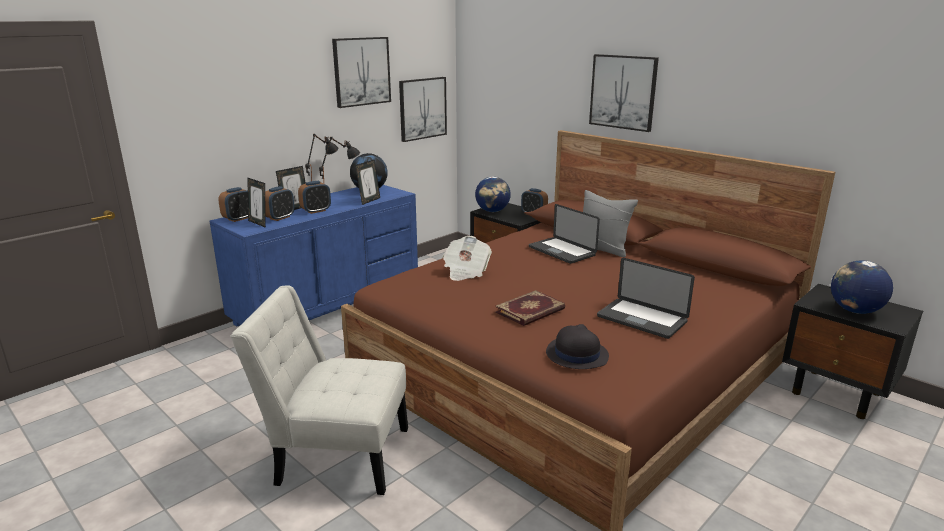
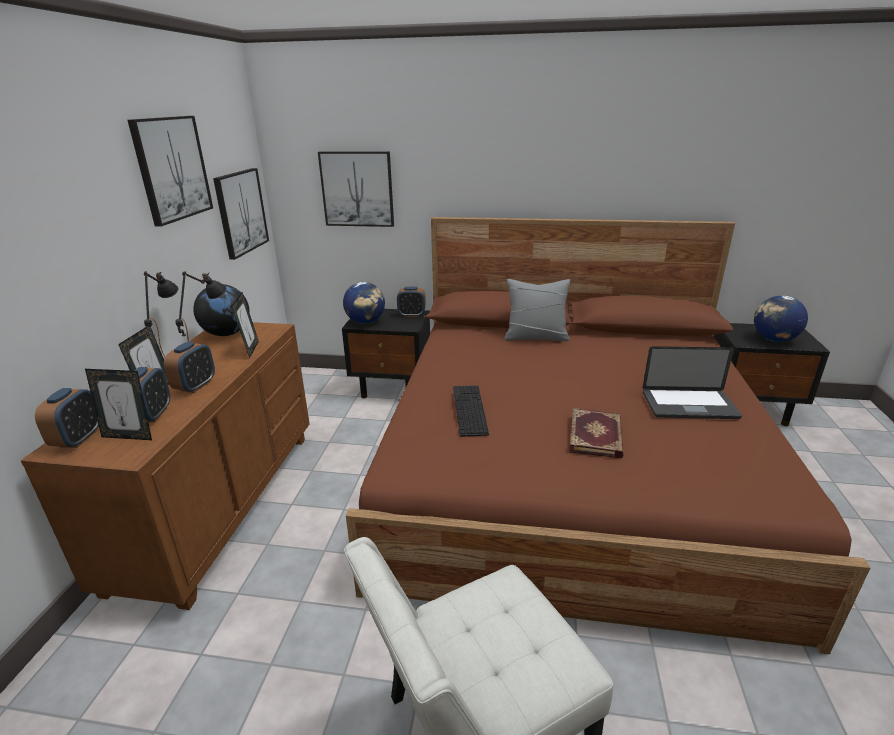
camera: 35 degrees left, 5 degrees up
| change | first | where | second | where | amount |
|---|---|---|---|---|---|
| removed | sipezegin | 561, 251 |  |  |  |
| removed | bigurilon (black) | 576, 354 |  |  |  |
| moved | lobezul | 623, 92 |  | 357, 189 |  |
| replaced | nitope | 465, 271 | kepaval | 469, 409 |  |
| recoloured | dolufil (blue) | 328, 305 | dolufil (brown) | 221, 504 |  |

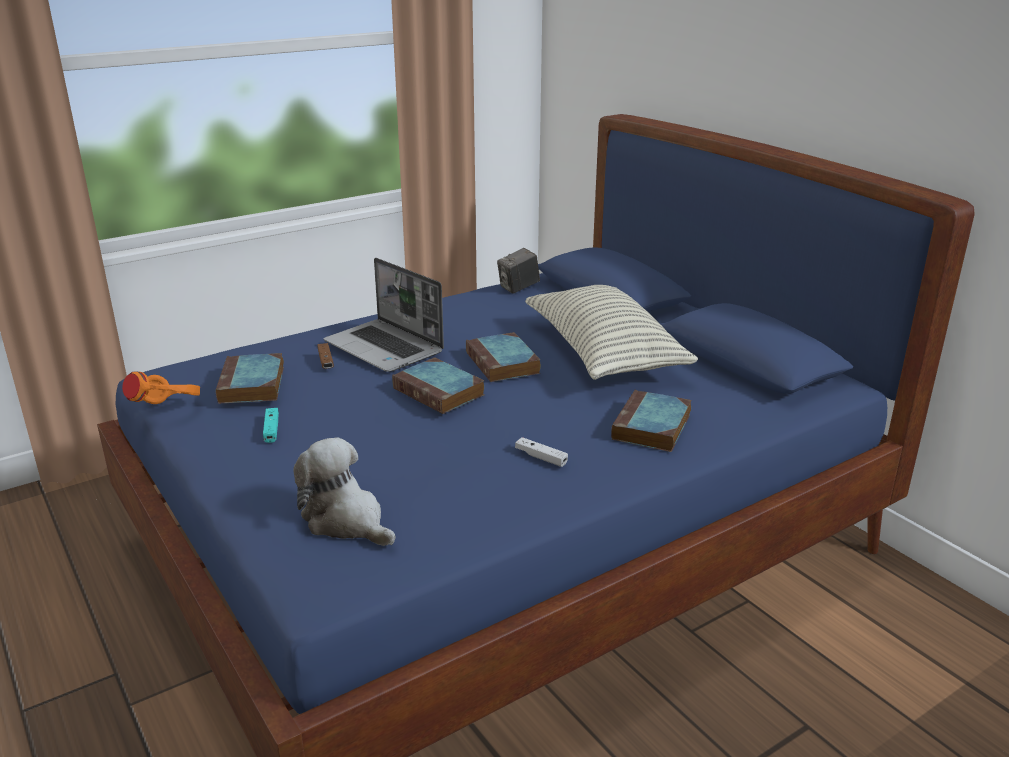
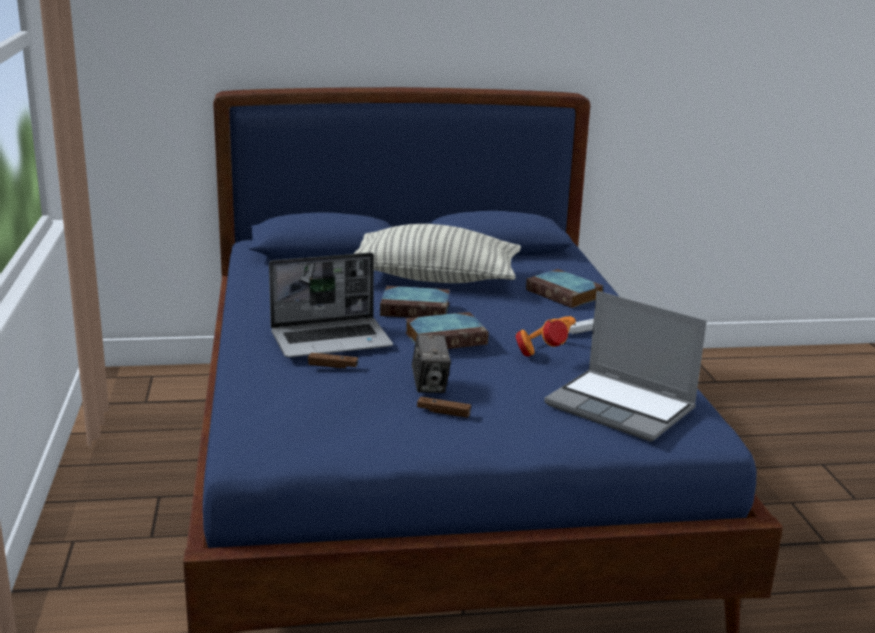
camera: 65 degrees left, 5 degrees down
| change | first | where | second | where | amount |
|---|---|---|---|---|---|
| removed | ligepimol | 252, 385 |  |  |  |
| moved | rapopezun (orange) | 168, 410 |  | 546, 352 |  |
| moved | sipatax | 518, 288 |  | 430, 385 |  |
| replaced | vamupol | 346, 521 | sipezegin | 622, 407 |  |
| recoloured | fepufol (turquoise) | 271, 430 | fepufol (brown) | 443, 412 |  |

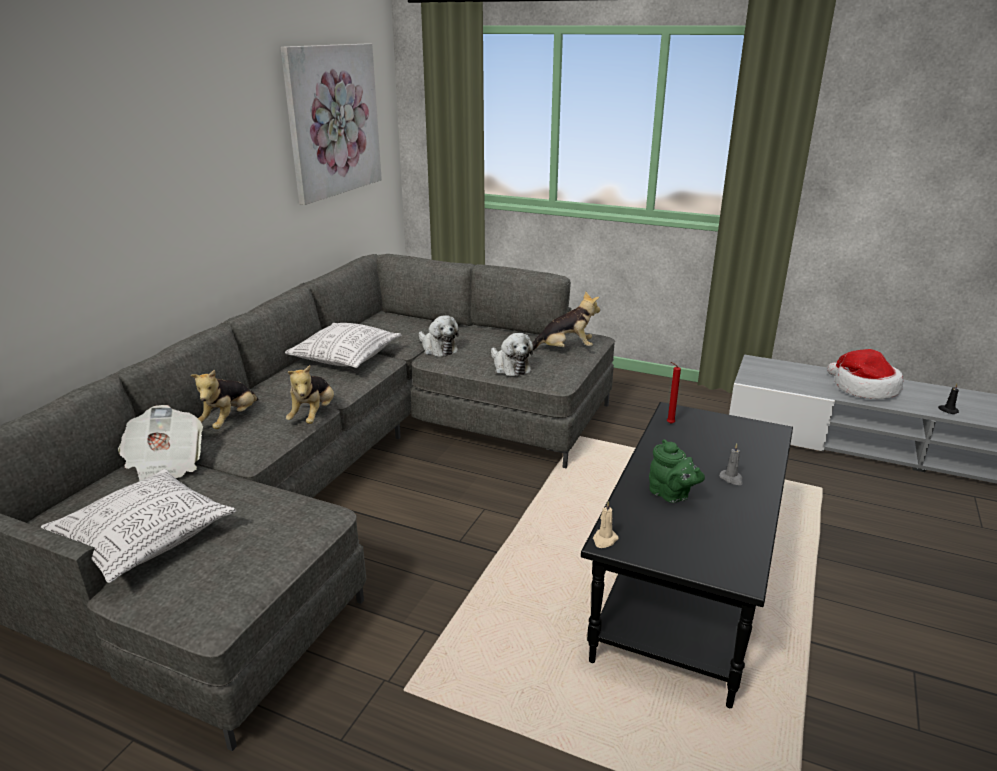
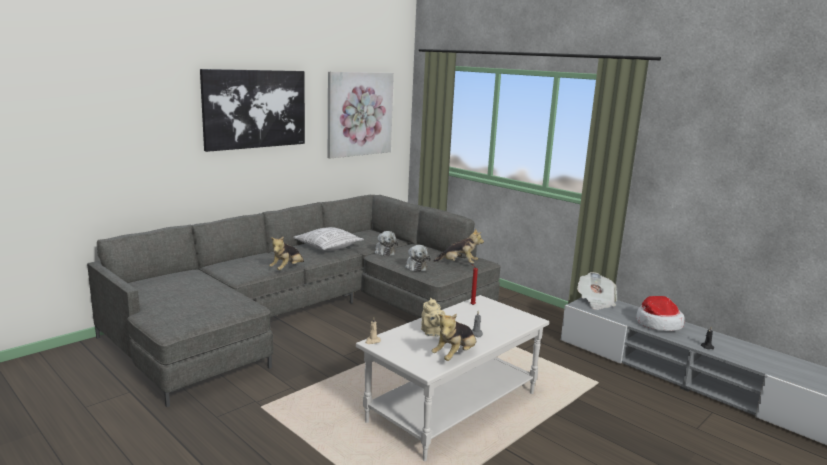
camera: 20 degrees right, 10 degrees down
| change | first | where | second | where | amount |
|---|---|---|---|---|---|
| removed | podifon | 145, 538 |  |  |  |
| added |  |  | lobezul | 255, 109 |  |
| moved | nitope | 165, 465 |  | 595, 301 |  |
| moved | vamupol | 230, 421 |  | 455, 356 |  |
| recoloured | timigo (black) | 684, 588 | timigo (white) | 452, 406 |  |
| recoloured | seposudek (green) | 671, 495 | seposudek (beige) | 431, 333 |  |

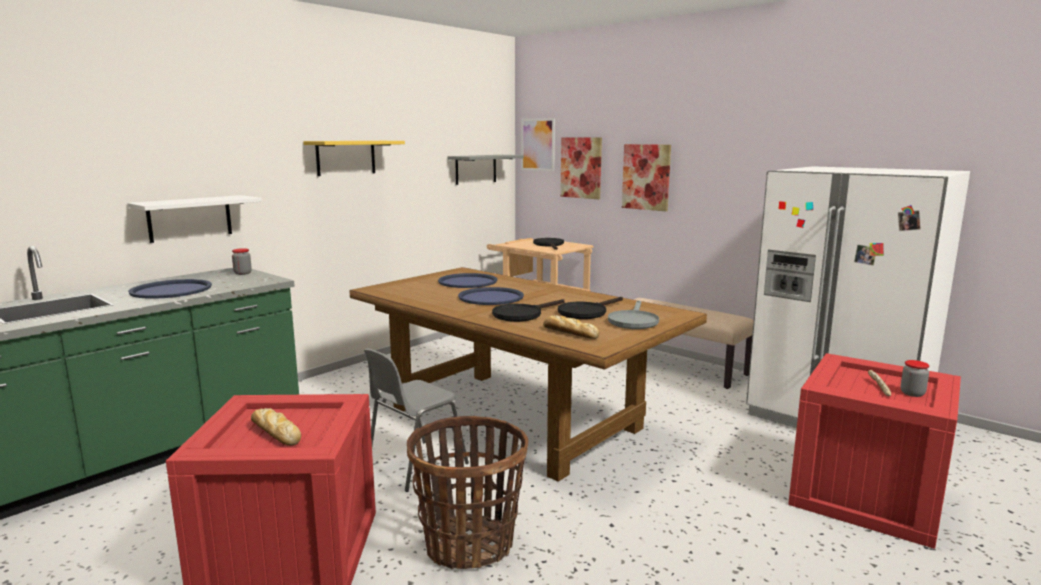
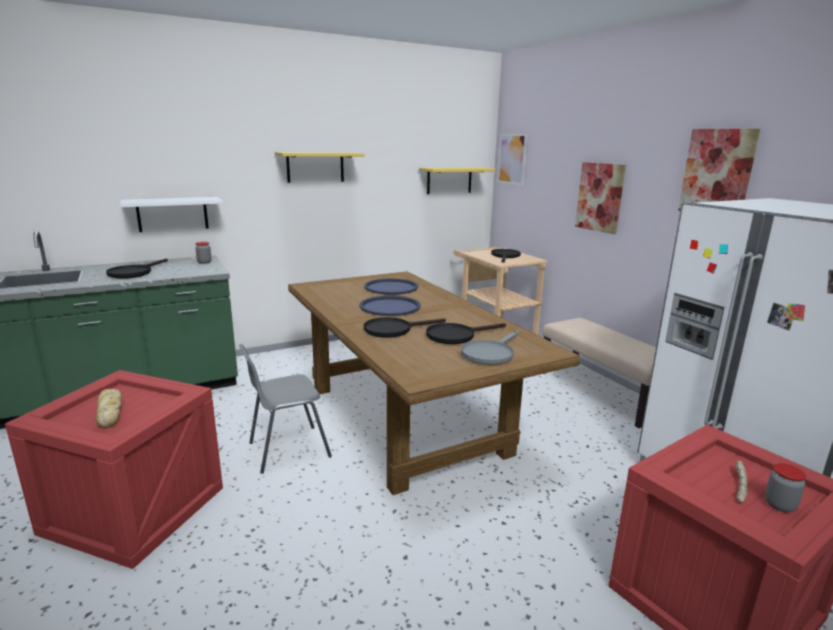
camera: 20 degrees right, 5 degrees up
| change | first | where | second | where | amount |
|---|---|---|---|---|---|
| removed | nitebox | 469, 544 |  |  |  |
| removed | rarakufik | 569, 332 |  |  |  |
| moved | lobezul | 581, 167 |  | 717, 172 |  |
| replaced | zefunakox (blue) | 171, 290 | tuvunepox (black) | 134, 273 |  |
| recoloured | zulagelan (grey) | 476, 169 | zulagelan (yellow) | 449, 180 |  |

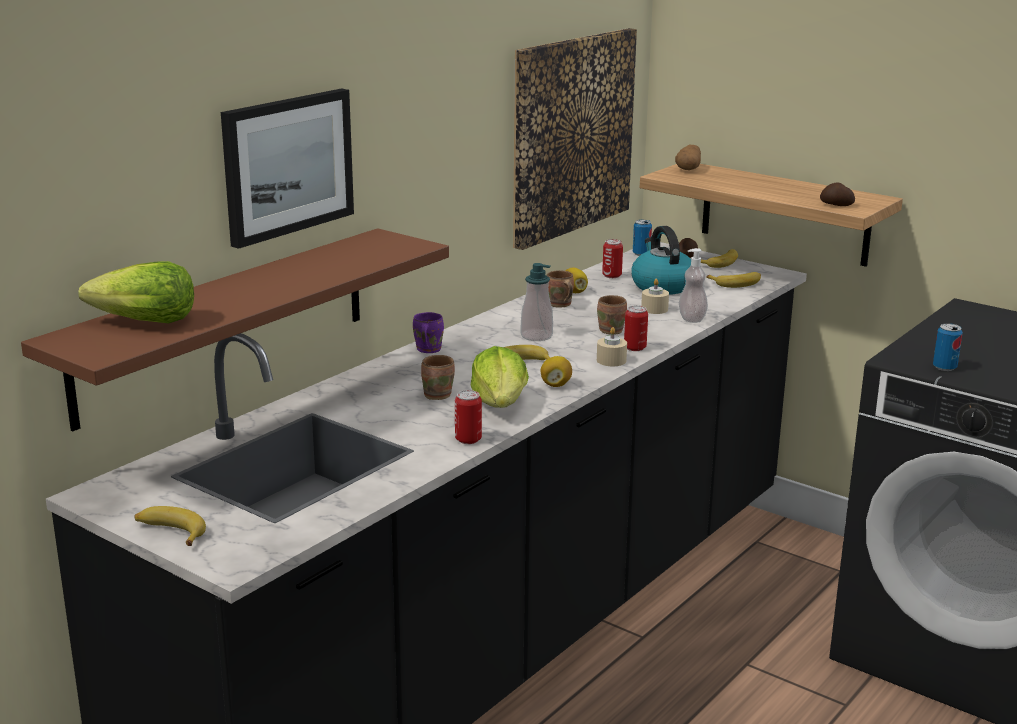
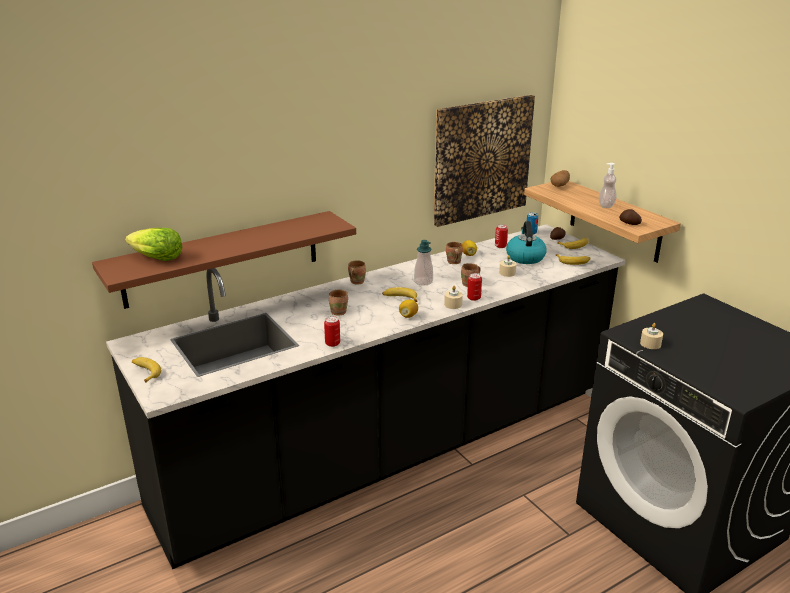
camera: 20 degrees right, 5 degrees up
| change | first | where | second | where | amount |
|---|---|---|---|---|---|
| removed | lobezul | 287, 165 |  |  |  |
| removed | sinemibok | 500, 404 |  |  |  |
| moved | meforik | 692, 319 |  | 606, 205 |  |
| replaced | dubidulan | 944, 367 | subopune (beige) | 650, 344 |  |
| recoloured | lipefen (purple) | 426, 350 | lipefen (brown) | 356, 282 |  |

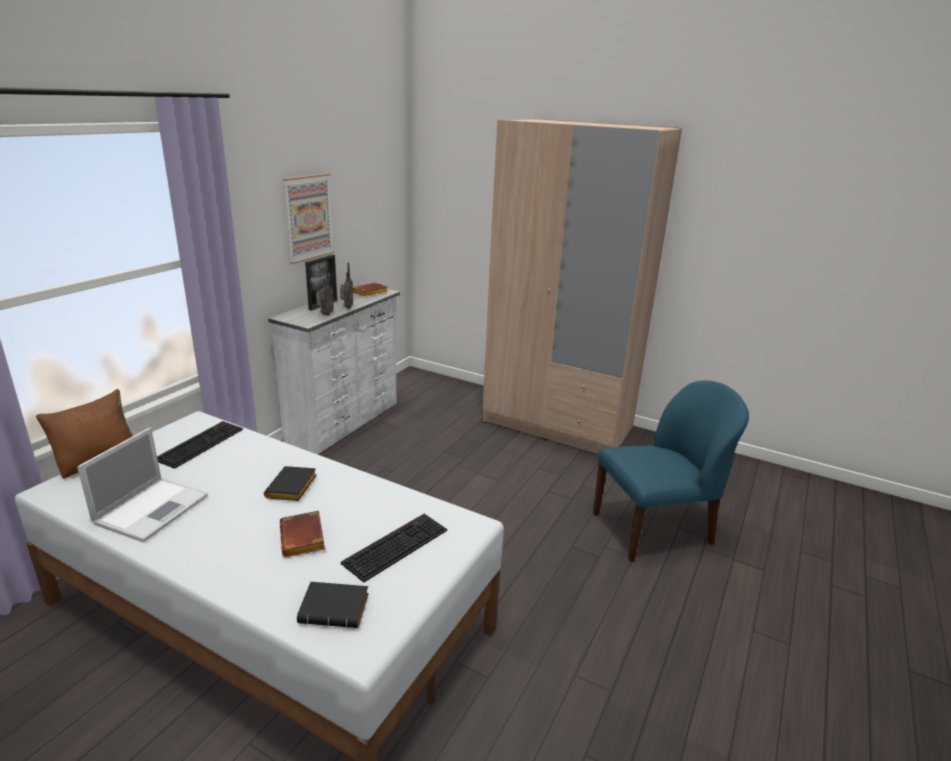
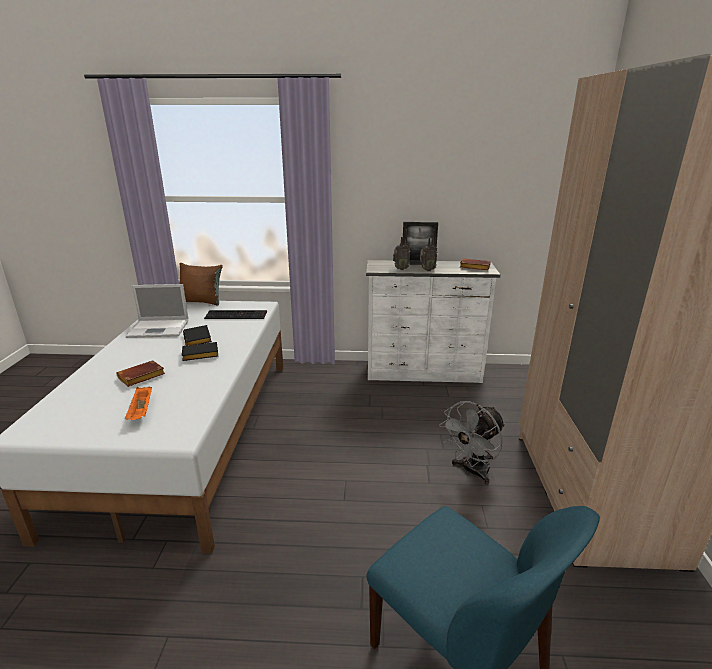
camera: 65 degrees right, 0 degrees up
| change | first | where | second | where | amount |
|---|---|---|---|---|---|
| removed | lobezul | 308, 217 |  |  |  |
| added |  |  | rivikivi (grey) | 471, 471 |  |
| moved | ligepimol (black) | 336, 609 |  | 198, 339 |  |
| replaced | kepaval | 396, 545 | zefunakox (orange) | 142, 411 |  |

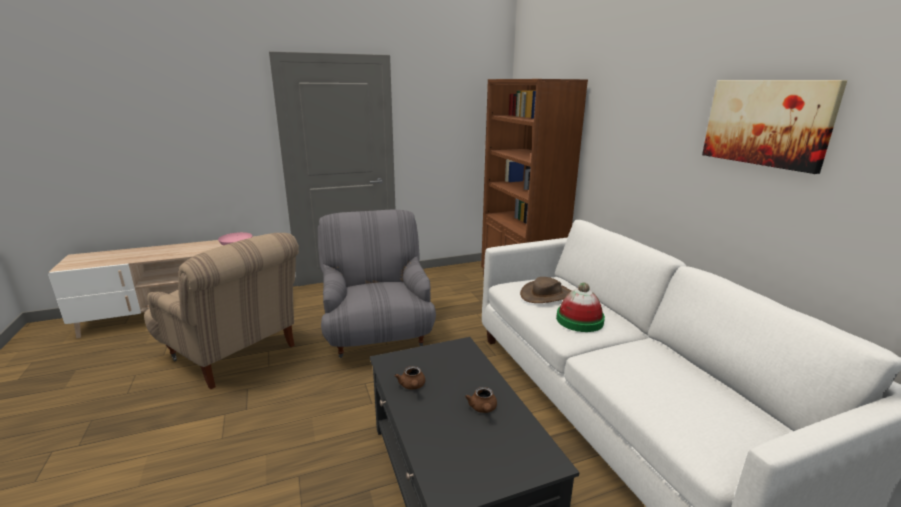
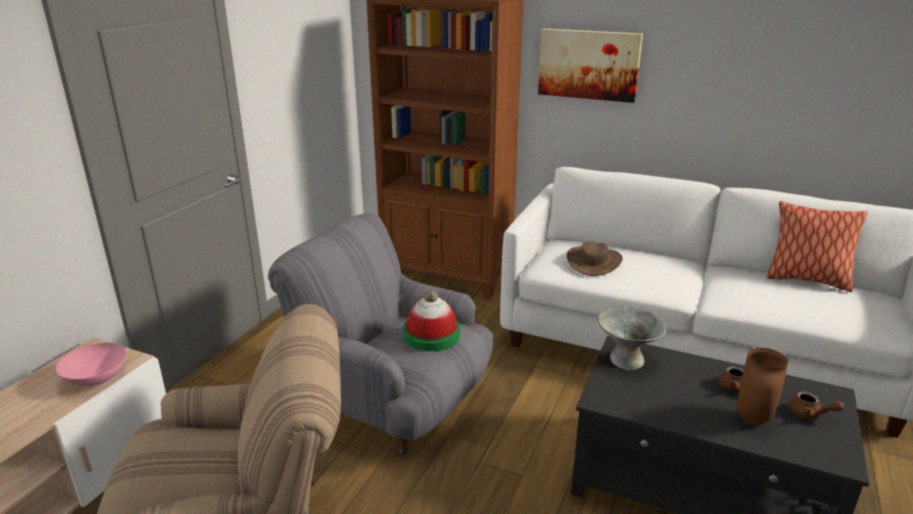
camera: 45 degrees left, 5 degrees up
| change | first | where | second | where | amount |
|---|---|---|---|---|---|
| added |  |  | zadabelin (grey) | 626, 360 |  |
| added |  |  | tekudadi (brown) | 754, 419 |  |
| added |  |  | podifon | 806, 280 |  |
| moved | seposudek (brown) | 412, 386 |  | 809, 414 |  |
| moved | bigurilon | 579, 320 |  | 431, 335 |  |
| moved | lobezul | 766, 123 |  | 588, 64 |  |

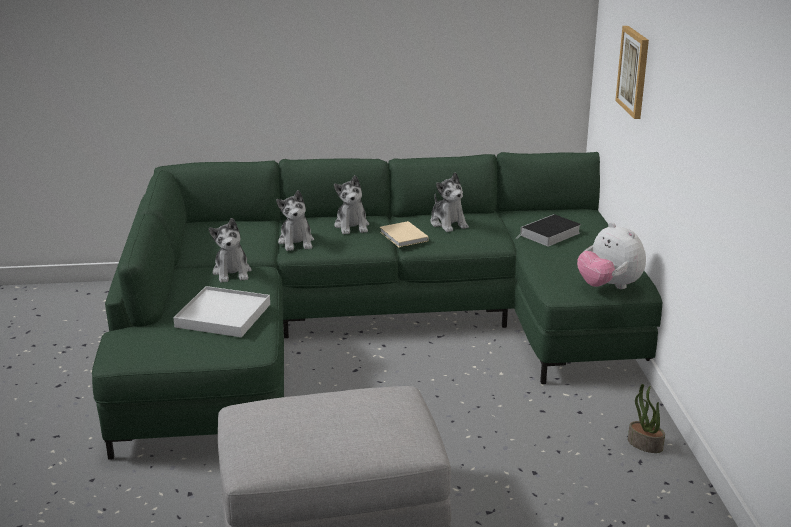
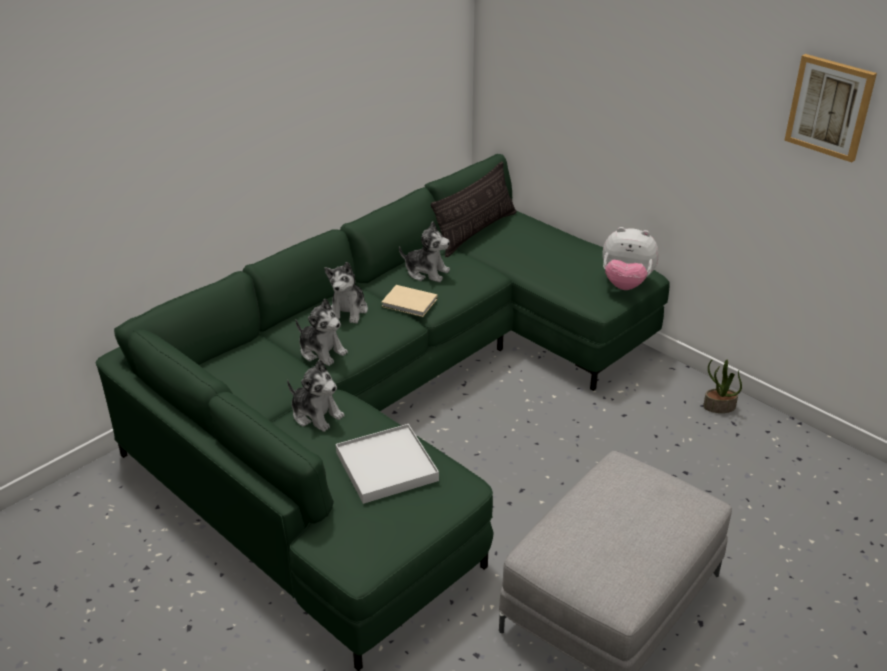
camera: 40 degrees left, 10 degrees up
| change | first | where | second | where | amount |
|---|---|---|---|---|---|
| removed | ligepimol | 549, 234 |  |  |  |
| added |  |  | podifon | 475, 232 |  |
| moved | lobezul | 634, 71 |  | 830, 107 |  |
| turned | vamupol | 352, 226 |  | 348, 311 | 60 degrees clockwise |

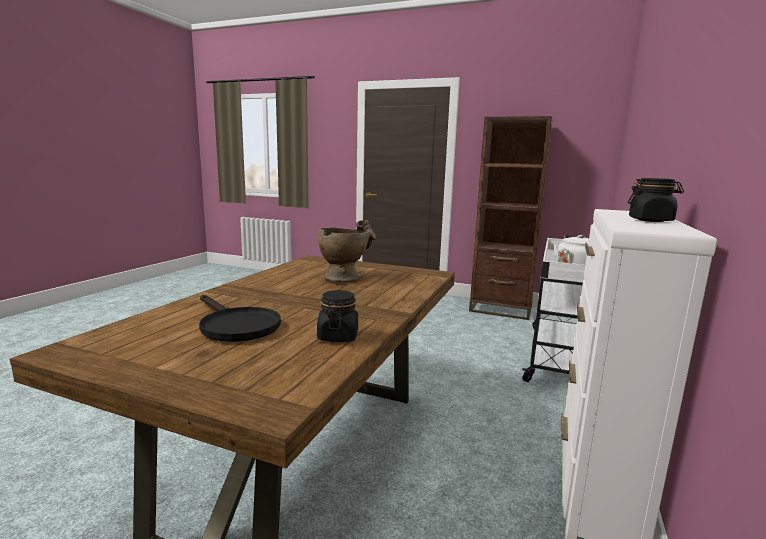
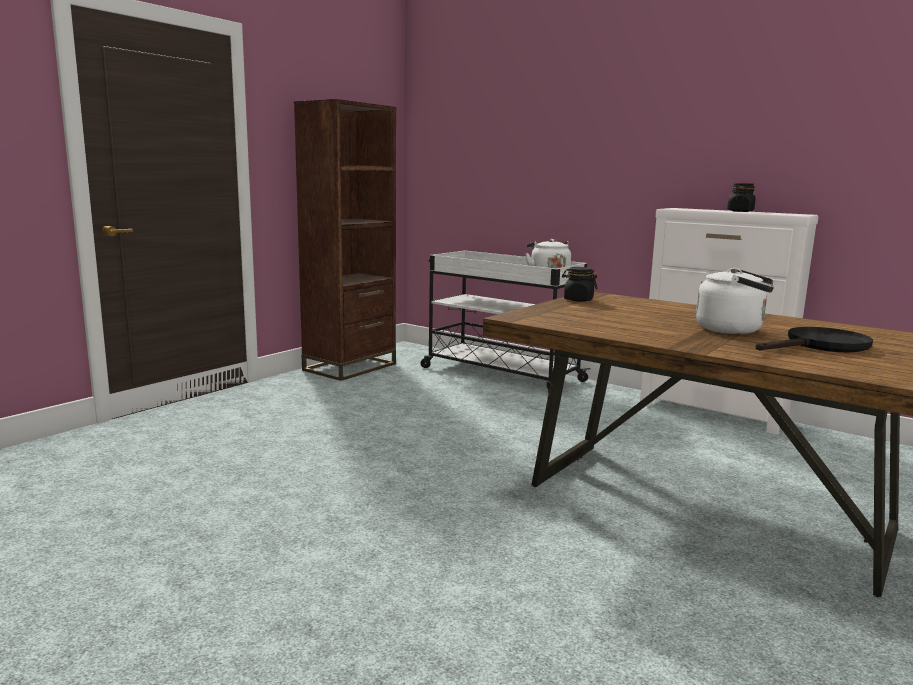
camera: 75 degrees left, 0 degrees up
| change | first | where | second | where | amount |
|---|---|---|---|---|---|
| removed | tekudadi (beige) | 346, 278 |  |  |  |
| added |  |  | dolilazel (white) | 733, 330 |  |
| moved | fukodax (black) | 338, 336 |  | 578, 300 |  |

